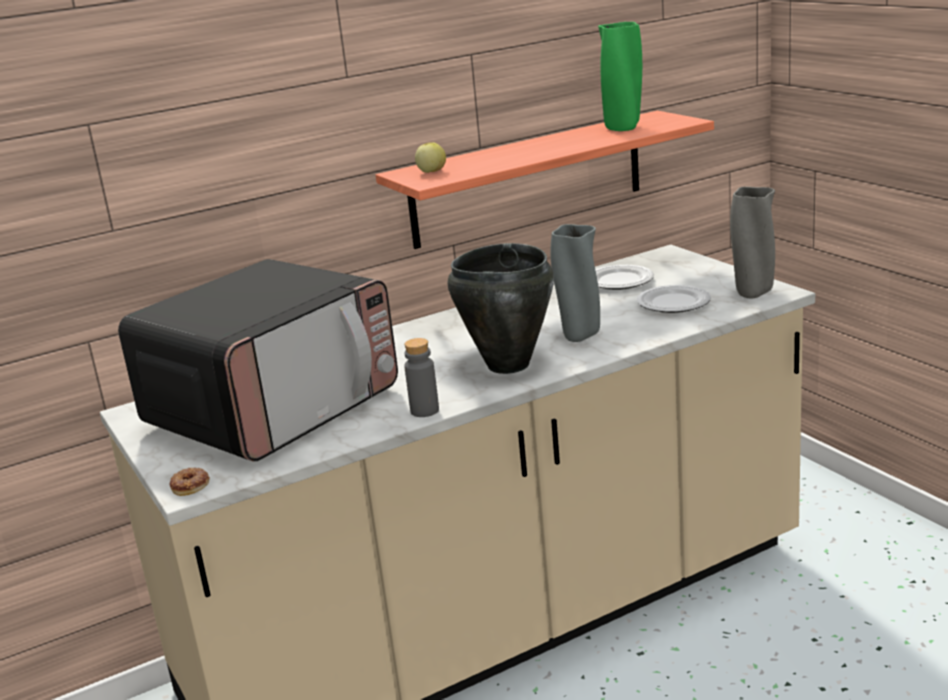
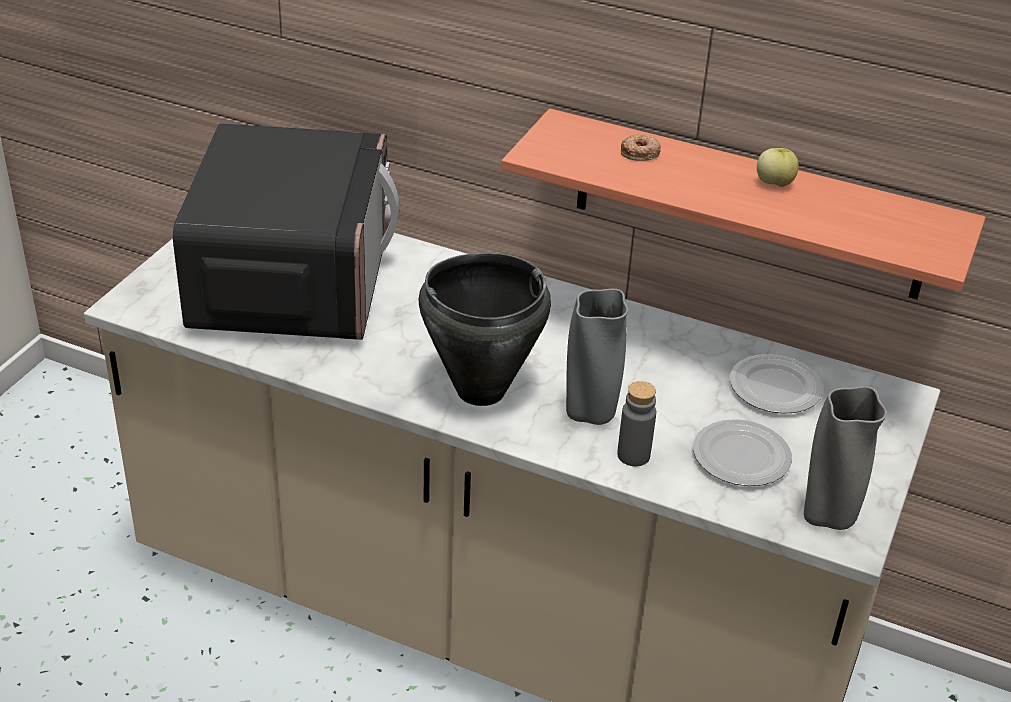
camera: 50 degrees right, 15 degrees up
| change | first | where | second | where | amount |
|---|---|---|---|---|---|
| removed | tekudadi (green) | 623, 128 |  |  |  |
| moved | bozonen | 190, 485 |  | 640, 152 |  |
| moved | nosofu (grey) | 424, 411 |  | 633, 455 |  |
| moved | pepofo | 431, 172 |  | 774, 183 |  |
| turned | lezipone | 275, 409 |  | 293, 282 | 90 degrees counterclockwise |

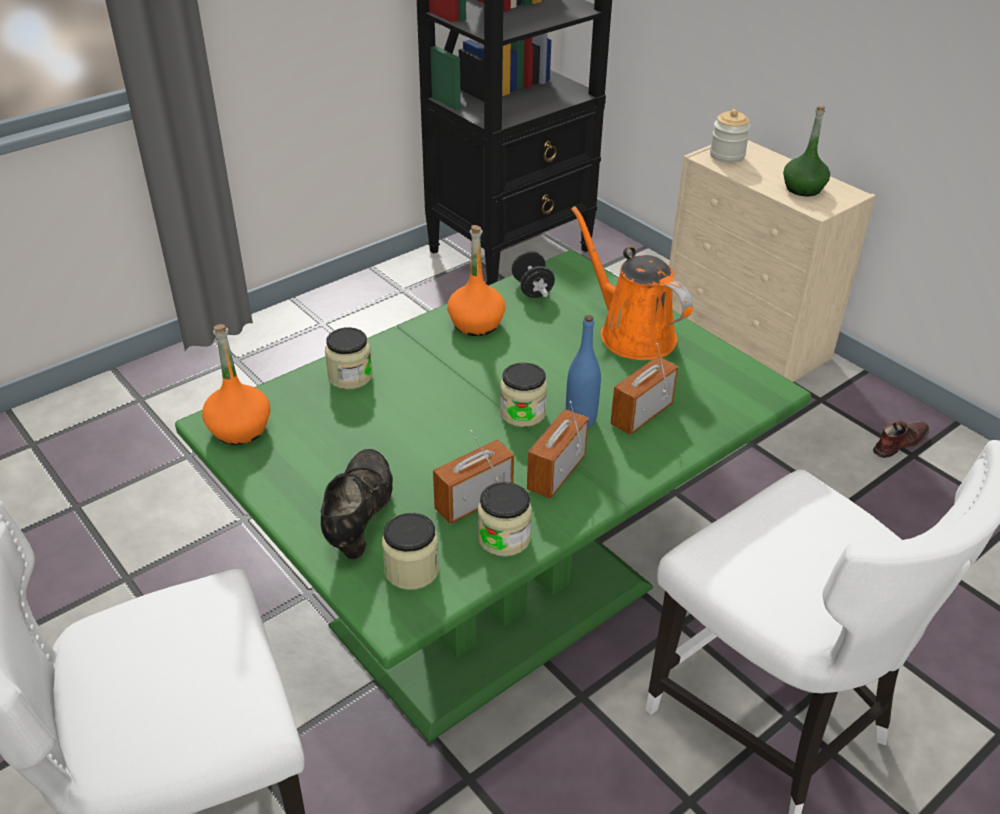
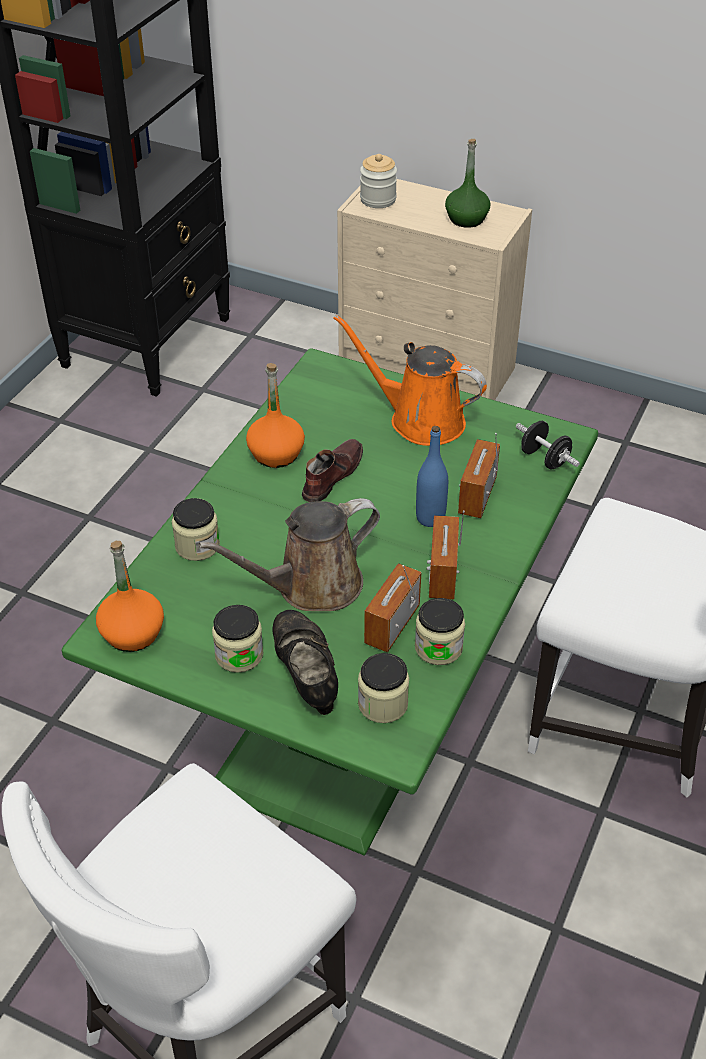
camera: 25 degrees left, 5 degrees up
| change | first | where | second | where | amount |
|---|---|---|---|---|---|
| added |  |  | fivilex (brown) | 311, 586 |  |
| moved | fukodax | 522, 413 |  | 239, 654 |  |
| moved | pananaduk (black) | 532, 289 |  | 544, 459 |  |
| moved | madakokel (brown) | 899, 443 |  | 331, 476 |  |

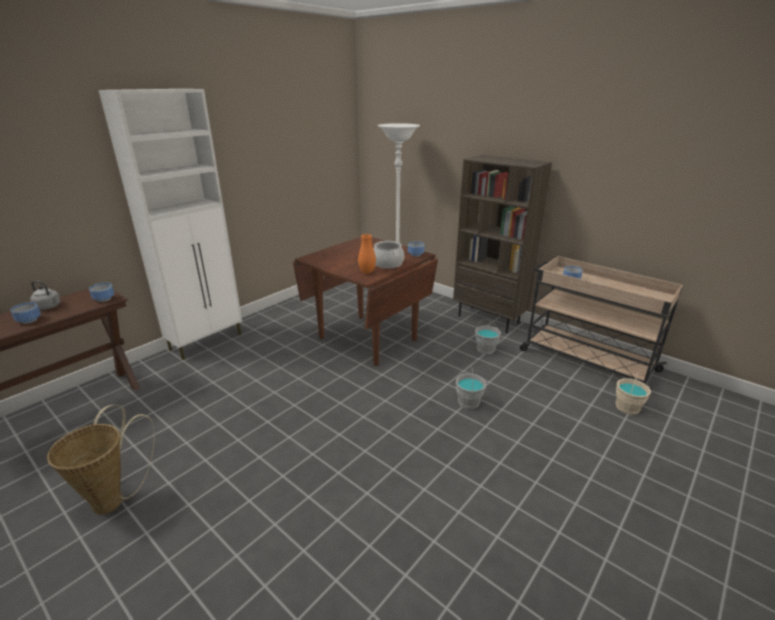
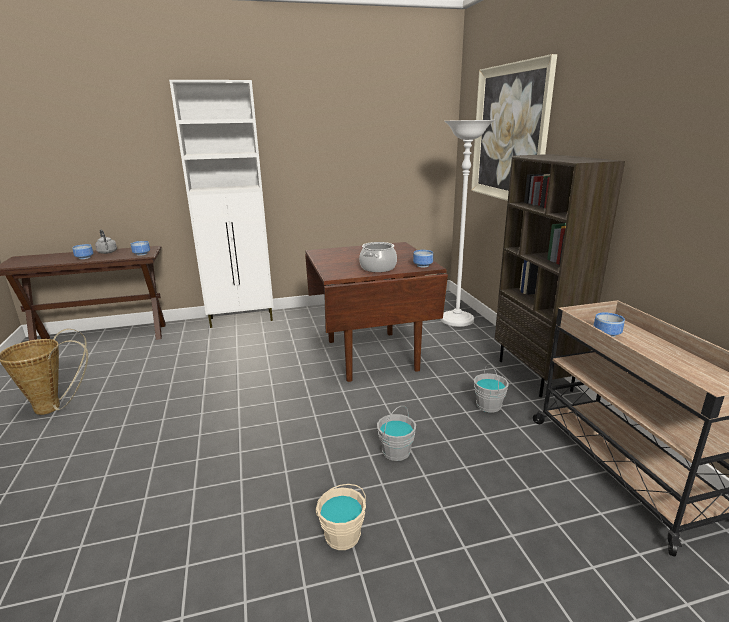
camera: 35 degrees right, 5 degrees down
| change | first | where | second | where | amount |
|---|---|---|---|---|---|
| removed | tekudadi (orange) | 367, 272 |  |  |  |
| added |  |  | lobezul | 509, 134 |  |
| moved | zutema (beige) | 627, 407 |  | 342, 535 |  |

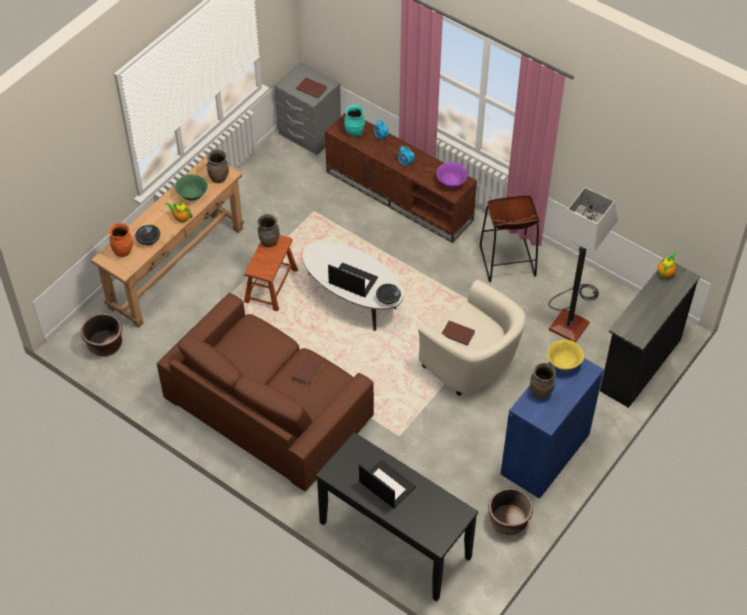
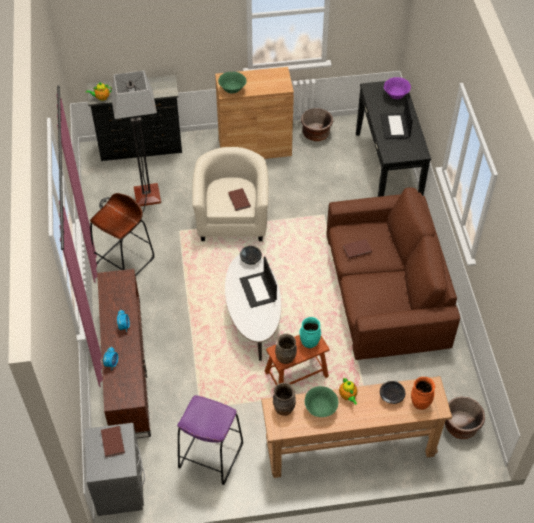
camera: 135 degrees left, 0 degrees up
| change | first | where | second | where | amount |
|---|---|---|---|---|---|
| removed | tekudadi (brown) | 541, 392 |  |  |  |
| added |  |  | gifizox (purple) | 210, 456 |  |
| moved | tekudadi (turquoise) | 354, 132 |  | 309, 342 |  |
| moved | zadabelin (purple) | 451, 183 |  | 396, 96 |  |
| recoloured | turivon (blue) | 545, 454 | turivon (brown) | 255, 147 |  |
| recoloured | zadabelin (yellow) | 563, 363 | zadabelin (green) | 232, 90 |  |

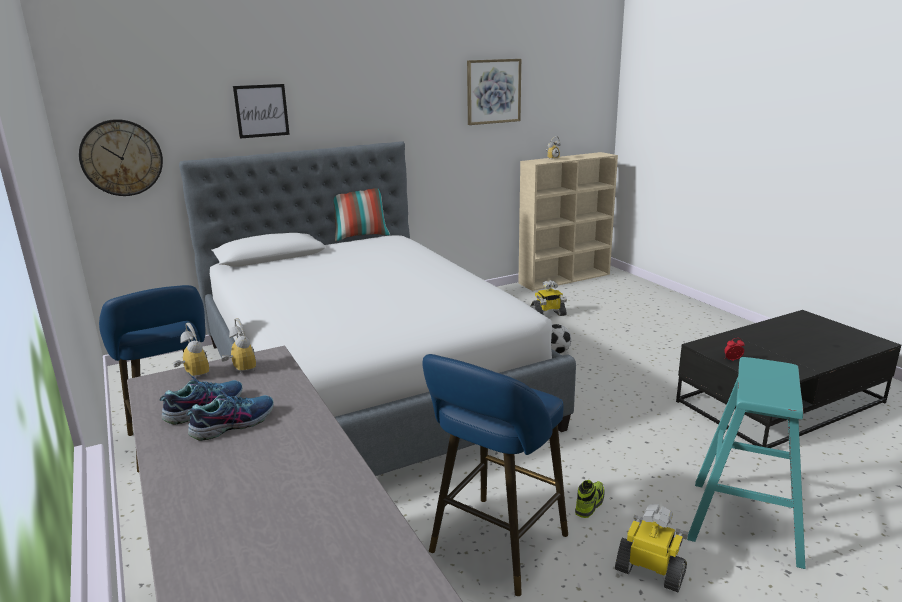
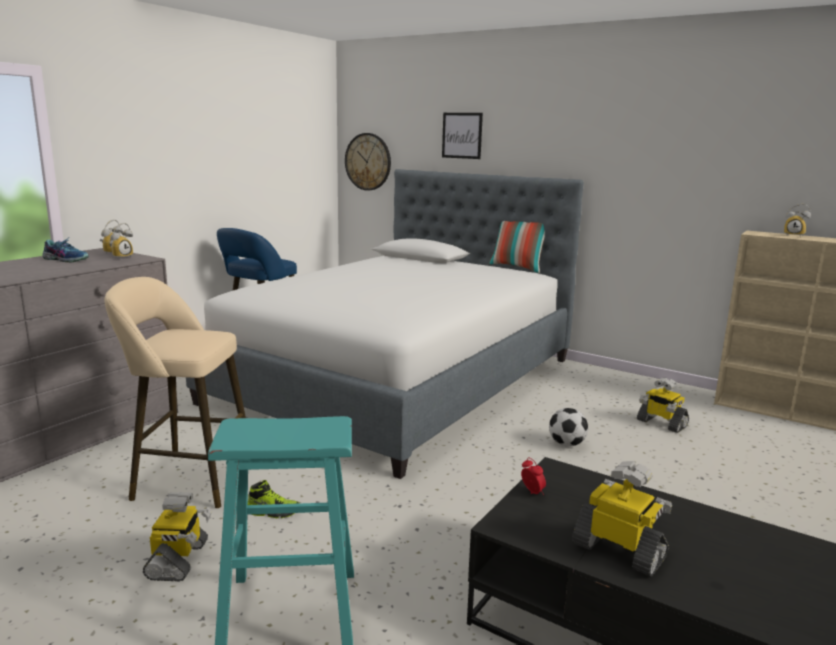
camera: 60 degrees right, 5 degrees down
| change | first | where | second | where | amount |
|---|---|---|---|---|---|
| removed | madakokel | 233, 423 |  |  |  |
| removed | lobezul | 493, 91 |  |  |  |
| added |  |  | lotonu | 620, 551 |  |
| recoloured | gifizox (blue) | 494, 548 | gifizox (beige) | 187, 479 |  |

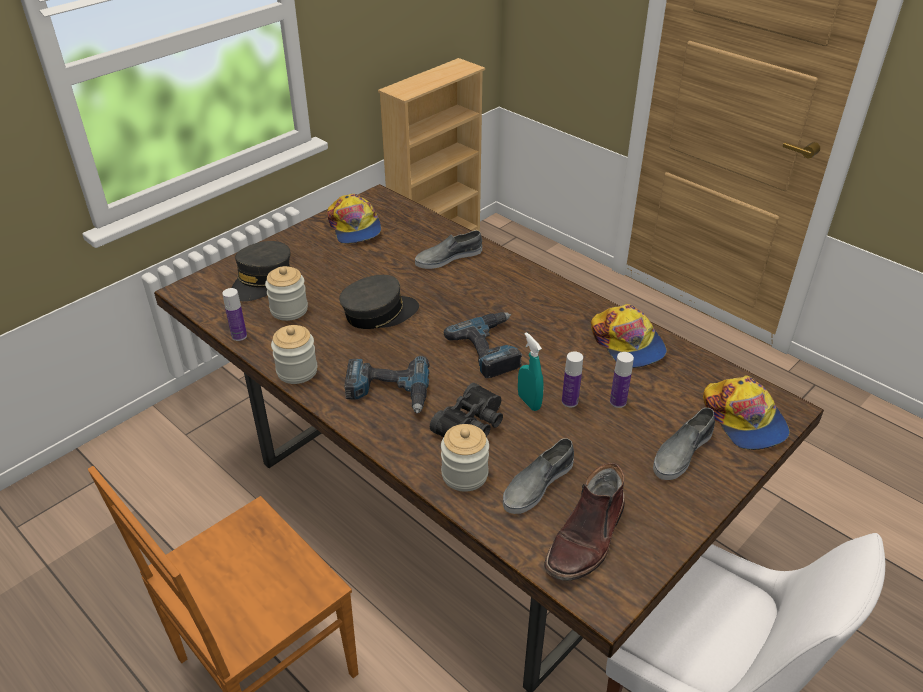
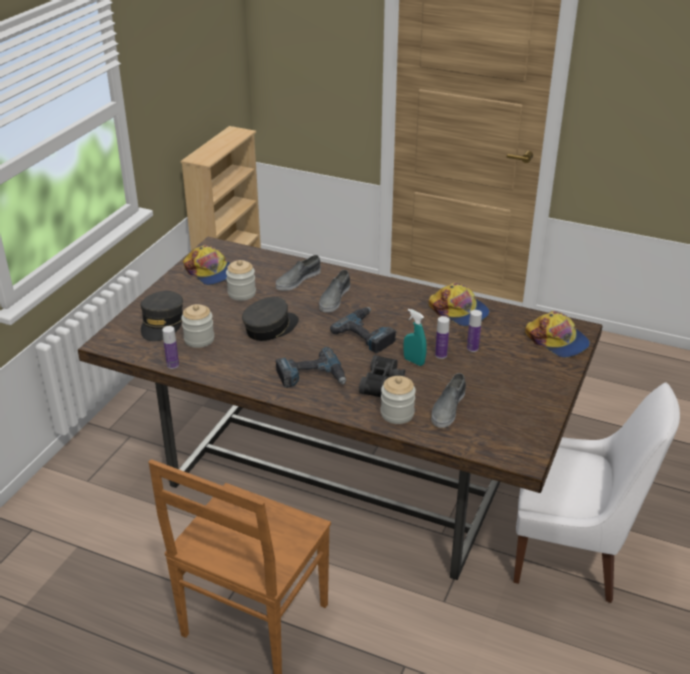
camera: 20 degrees left, 5 degrees down
| change | first | where | second | where | amount |
|---|---|---|---|---|---|
| removed | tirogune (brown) | 587, 538 |  |  |  |
| moved | fukodax | 297, 371 |  | 241, 293 |  |
| moved | madakokel (grey) | 681, 452 |  | 334, 298 |  |

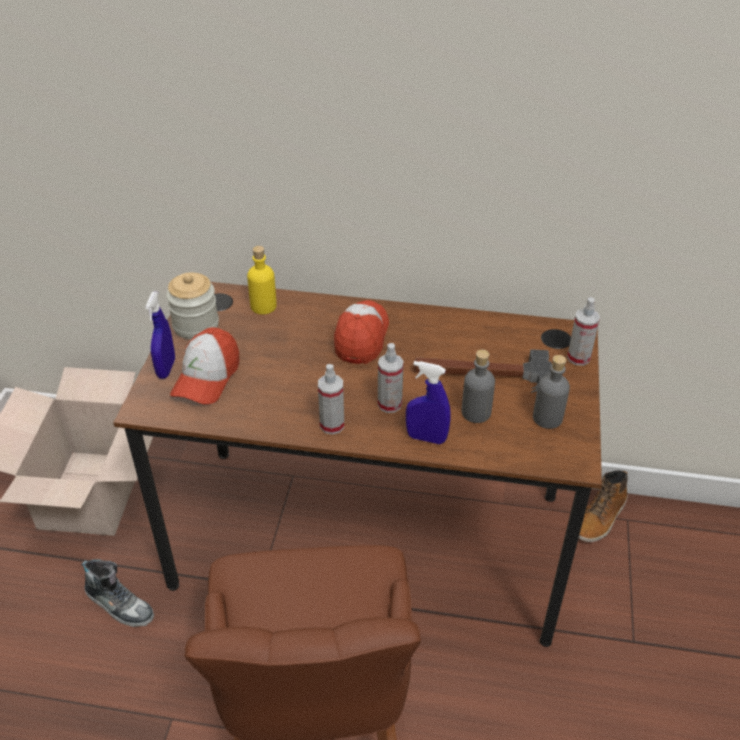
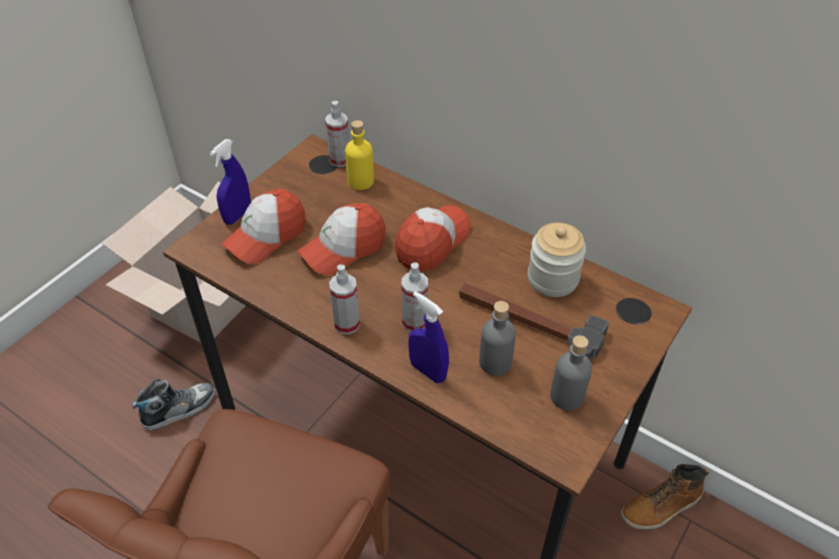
camera: 25 degrees right, 5 degrees up
| change | first | where | second | where | amount |
|---|---|---|---|---|---|
| added |  |  | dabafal | 343, 248 |  |
| moved | fukodax | 196, 325 |  | 552, 279 |  |
| moved | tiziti | 578, 357 |  | 340, 160 |  |
| turned | madakokel | 119, 604 |  | 179, 409 | 90 degrees counterclockwise |

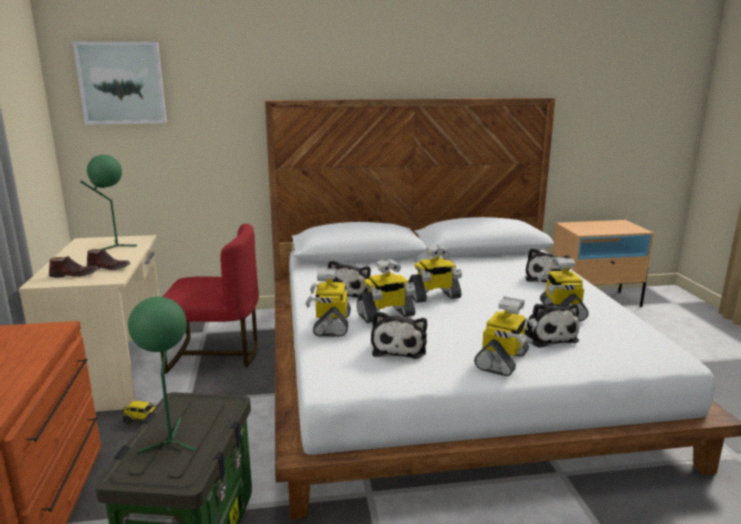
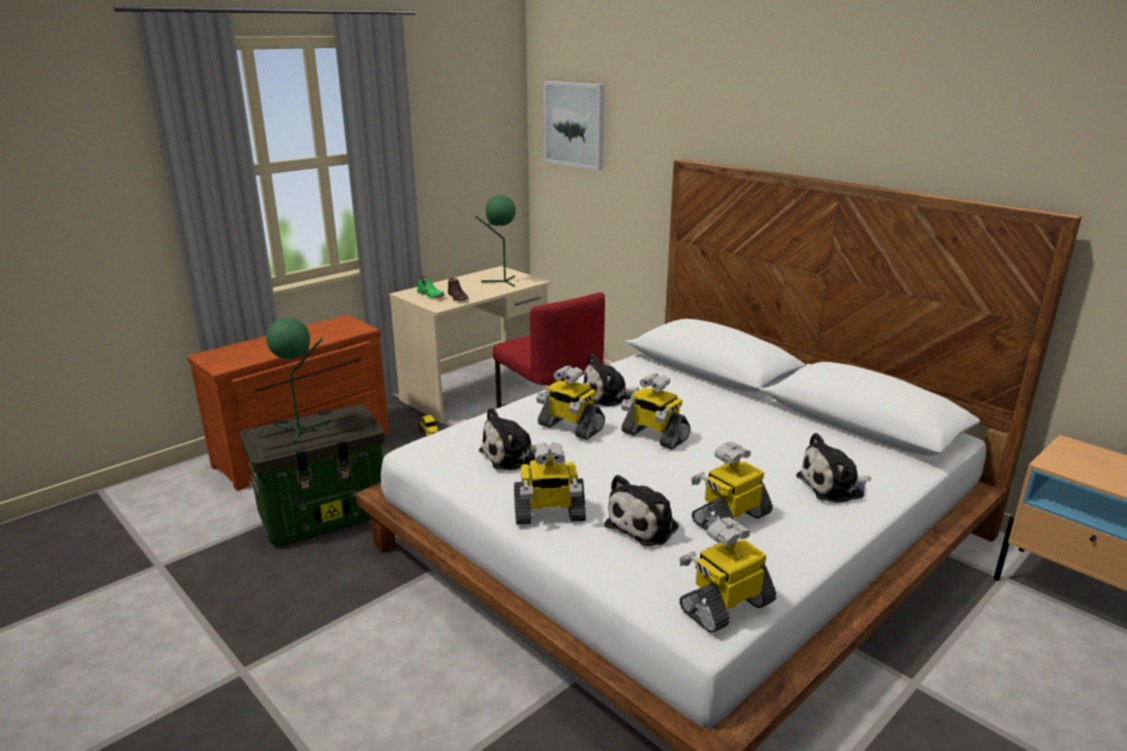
camera: 55 degrees right, 5 degrees up
| change | first | where | second | where | amount |
|---|---|---|---|---|---|
| moved | lotonu | 331, 325 |  | 725, 605 |  |
| recoloured | madakokel (brown) | 75, 275 | madakokel (green) | 431, 295 |  |

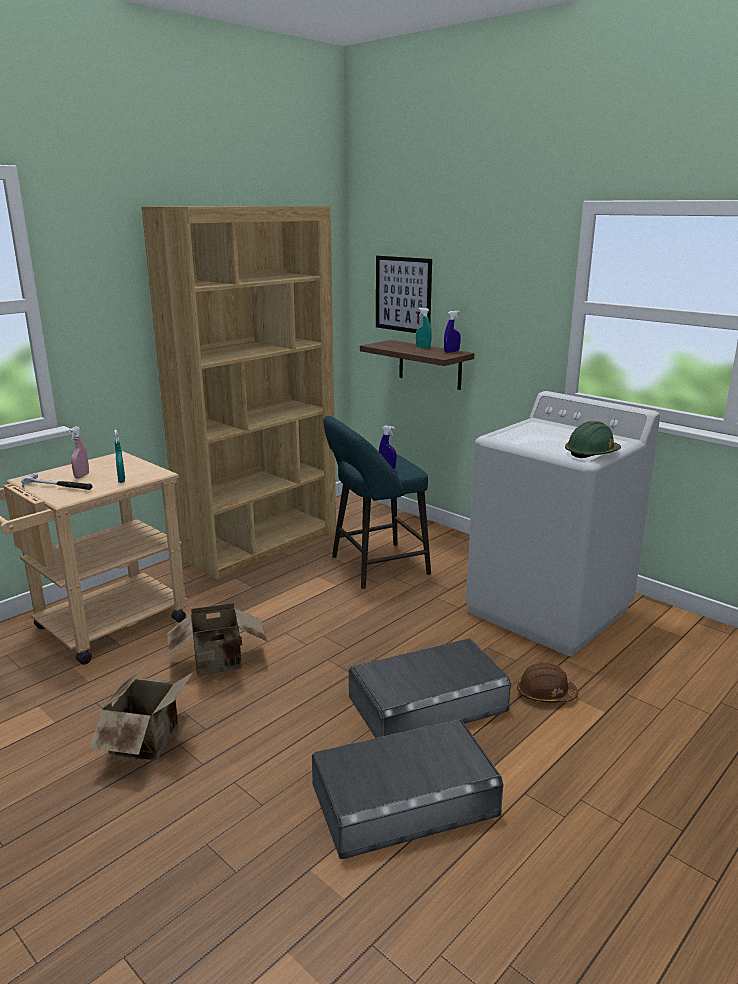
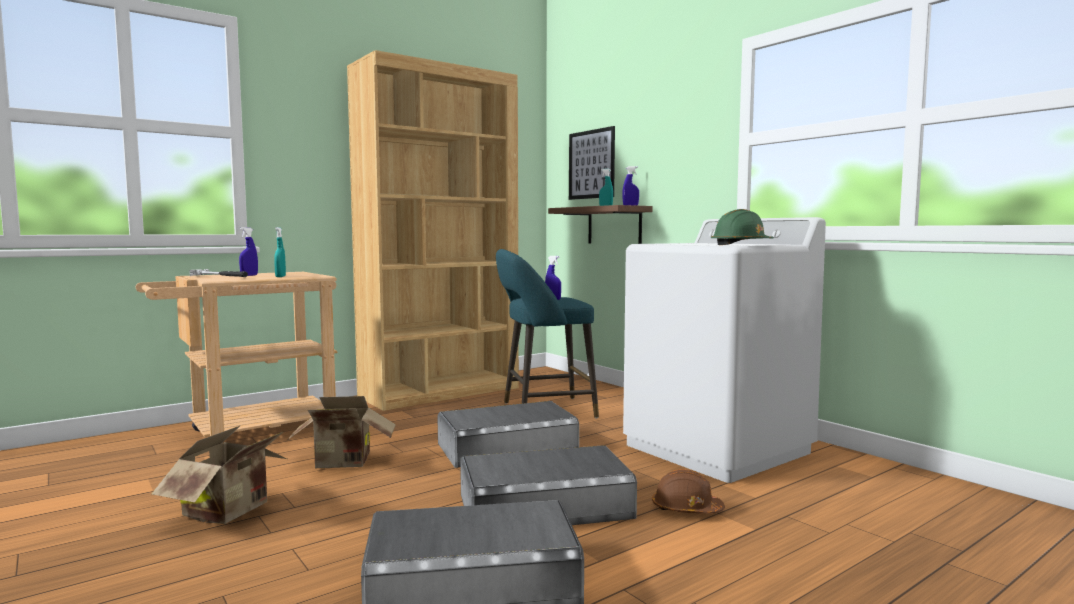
camera: 10 degrees right, 15 degrees down
| change | first | where | second | where | amount |
|---|---|---|---|---|---|
| added |  |  | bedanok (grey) | 507, 447 |  |
| recoloured | tiziti (pink) | 82, 476 | tiziti (blue) | 249, 275 |  |

